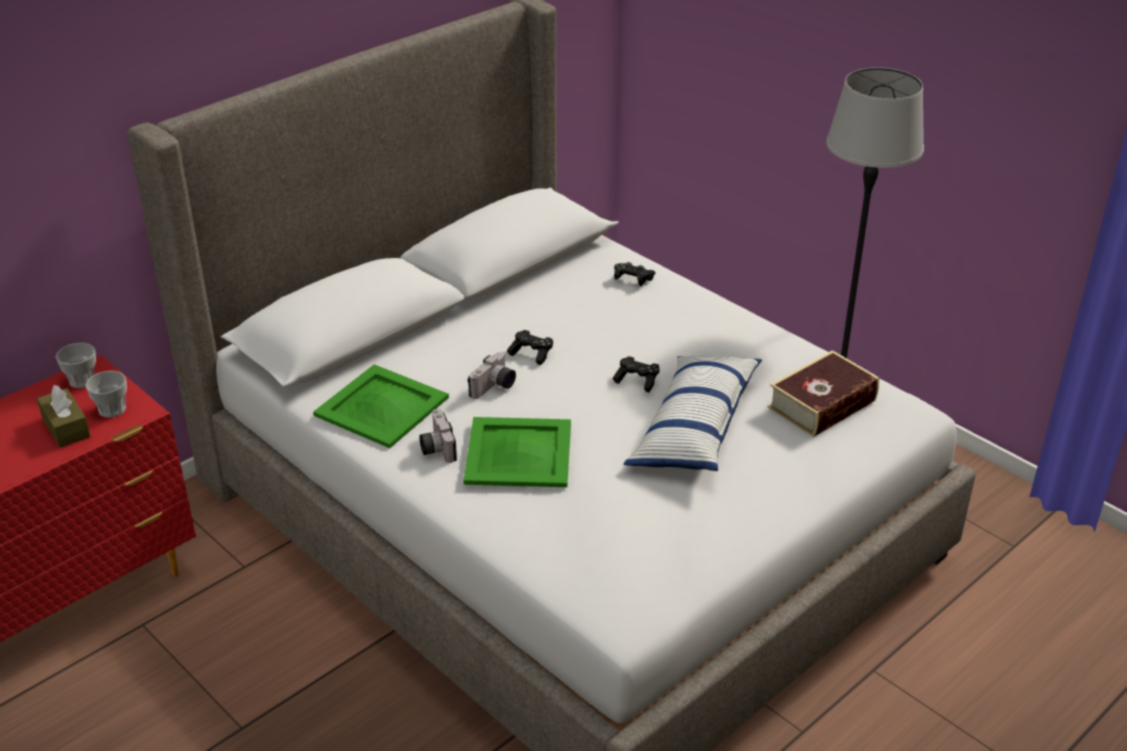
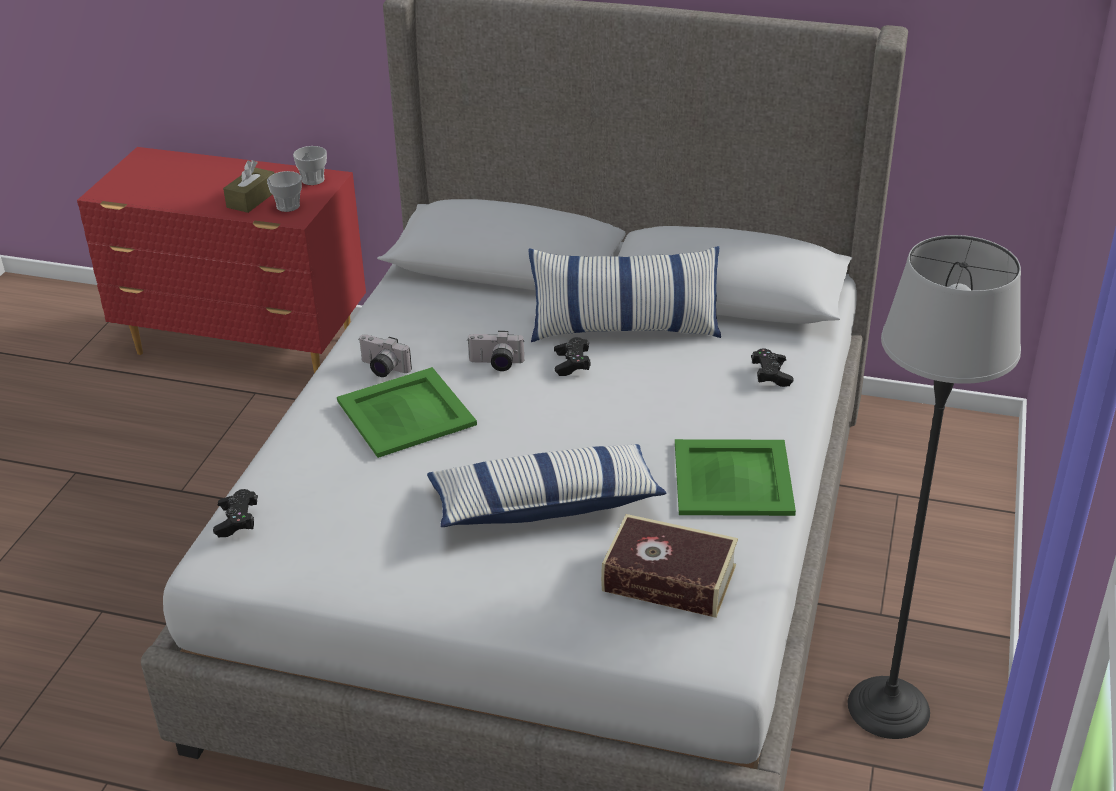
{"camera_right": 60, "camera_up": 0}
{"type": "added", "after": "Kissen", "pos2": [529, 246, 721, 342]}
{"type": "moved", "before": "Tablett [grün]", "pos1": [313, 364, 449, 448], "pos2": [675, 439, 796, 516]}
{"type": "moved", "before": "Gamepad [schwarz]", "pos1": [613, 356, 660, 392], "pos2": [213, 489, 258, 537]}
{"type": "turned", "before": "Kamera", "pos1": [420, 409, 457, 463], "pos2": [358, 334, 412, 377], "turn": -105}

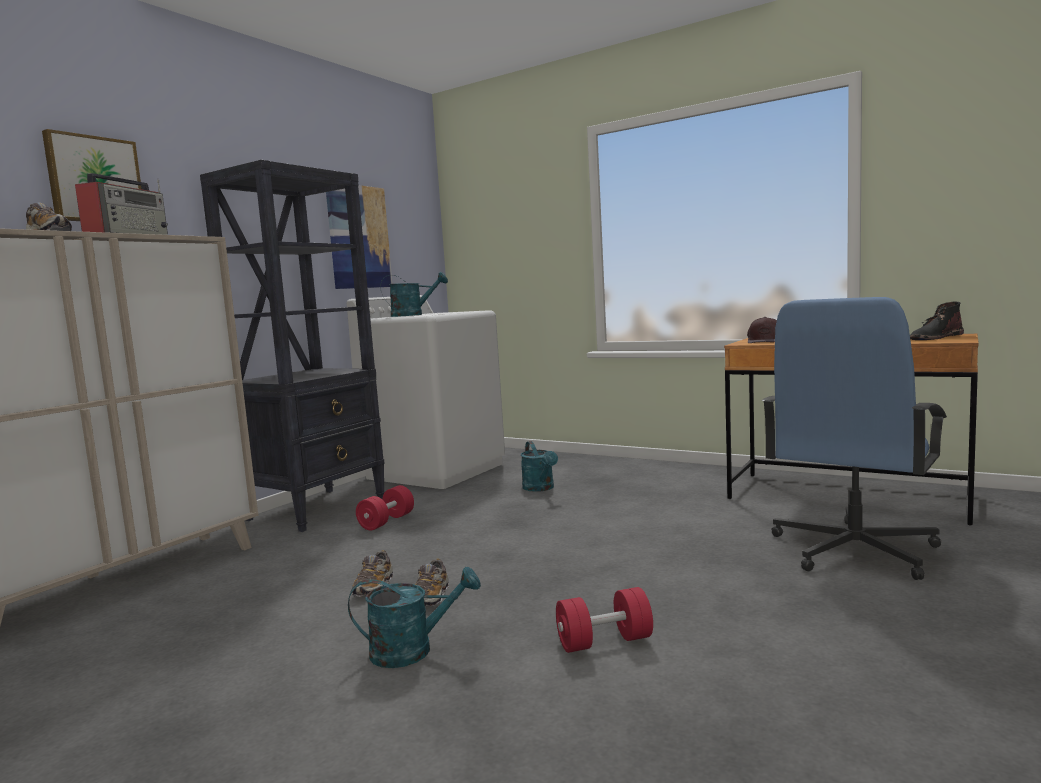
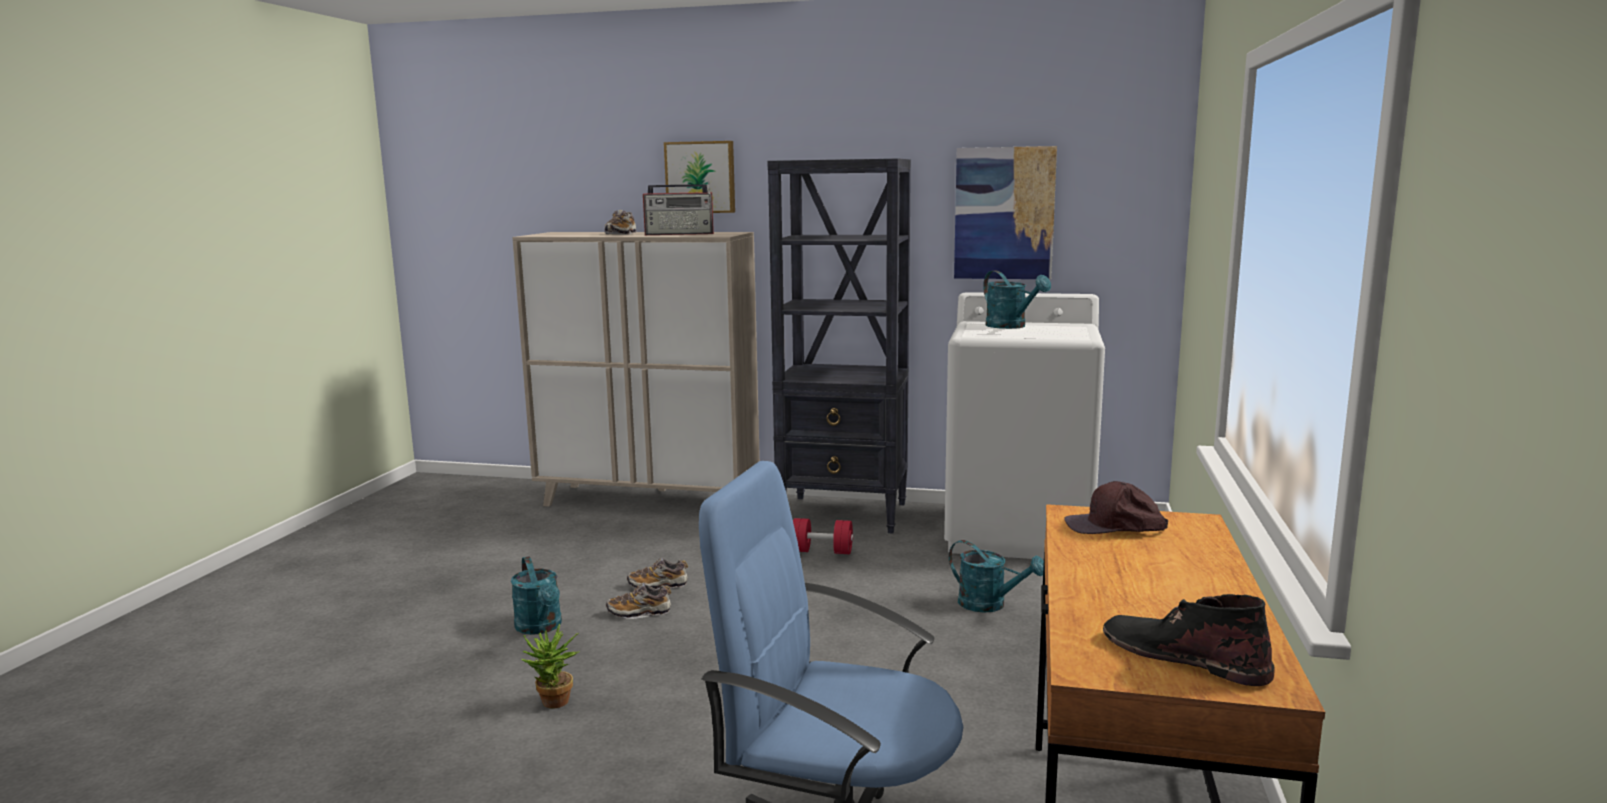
{"camera_right": 70, "camera_up": 5}
{"type": "replaced", "before": "Hantel [rot]", "after": "Topfpflanze", "pos1": [556, 587, 653, 653], "pos2": [521, 624, 579, 709]}
{"type": "turned", "before": "Gießkanne [türkis]", "pos1": [521, 441, 558, 492], "pos2": [949, 540, 1044, 613], "turn": -105}

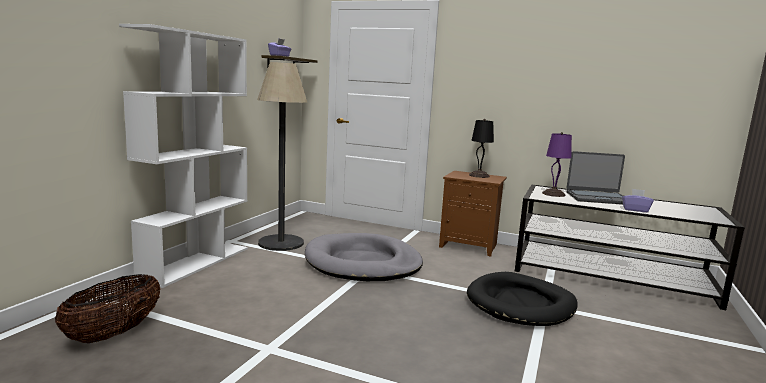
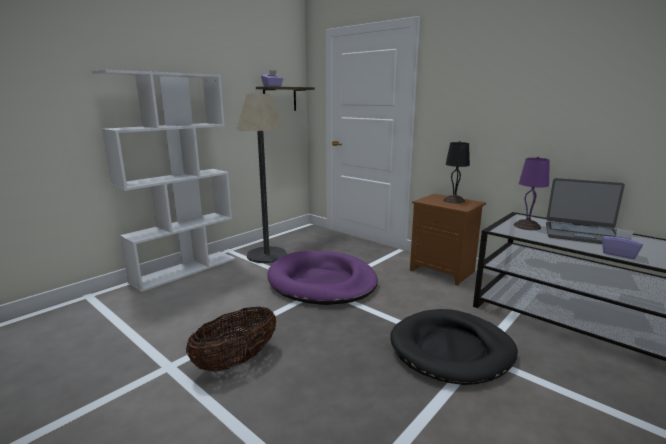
{"camera_right": 20, "camera_up": 5}
{"type": "moved", "before": "Korb", "pos1": [55, 274, 160, 343], "pos2": [186, 306, 276, 372]}
{"type": "recoloured", "before": "Hundebett [grau]", "after": "Hundebett [lila]", "pos1": [305, 233, 423, 281], "pos2": [267, 251, 378, 305]}

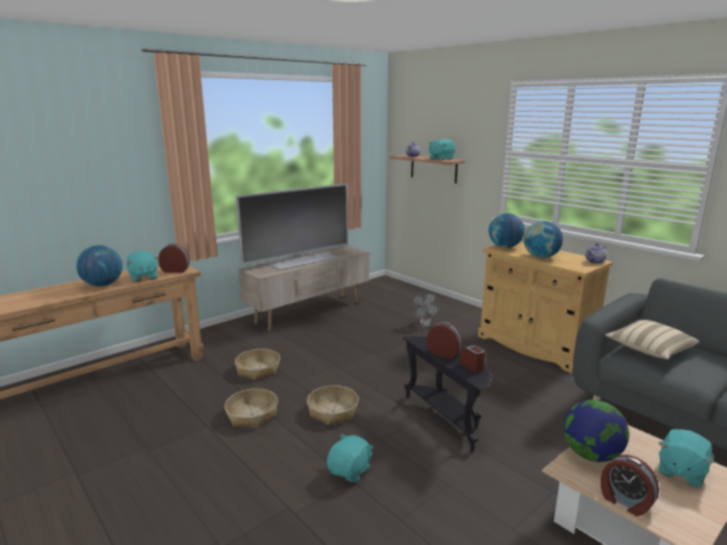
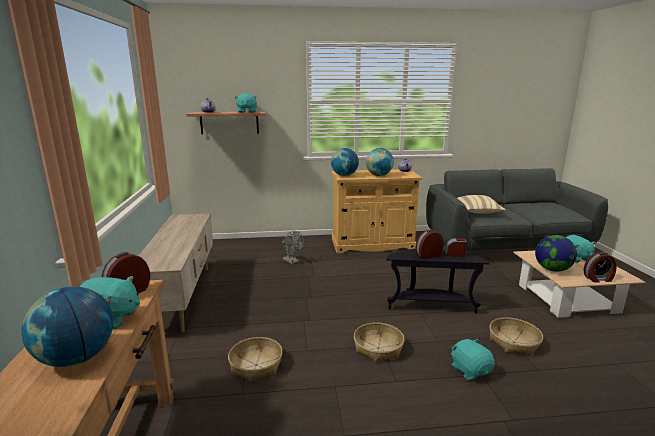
{"camera_right": -55, "camera_up": 0}
{"type": "removed", "before": "Fernseher", "pos1": [236, 183, 348, 270]}
{"type": "moved", "before": "Korb", "pos1": [224, 388, 278, 428], "pos2": [489, 317, 543, 356]}

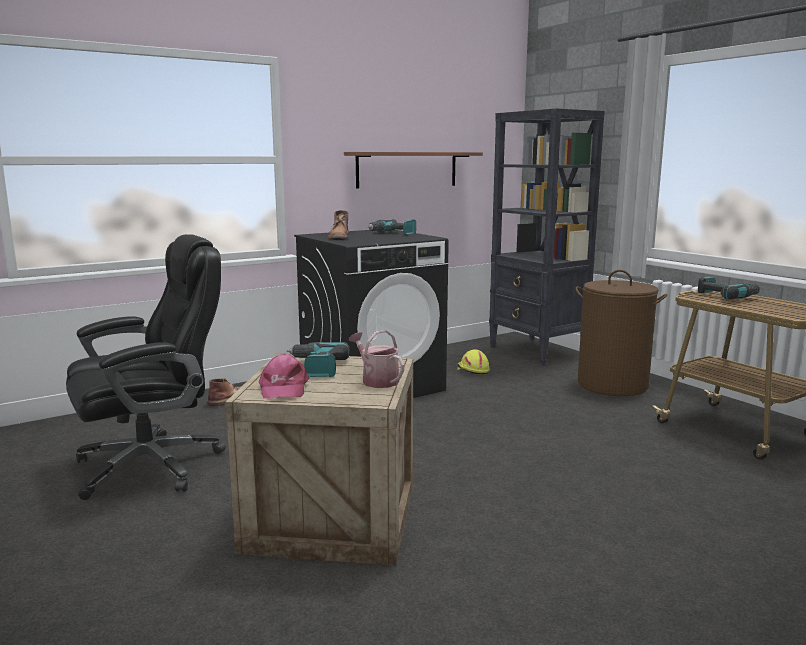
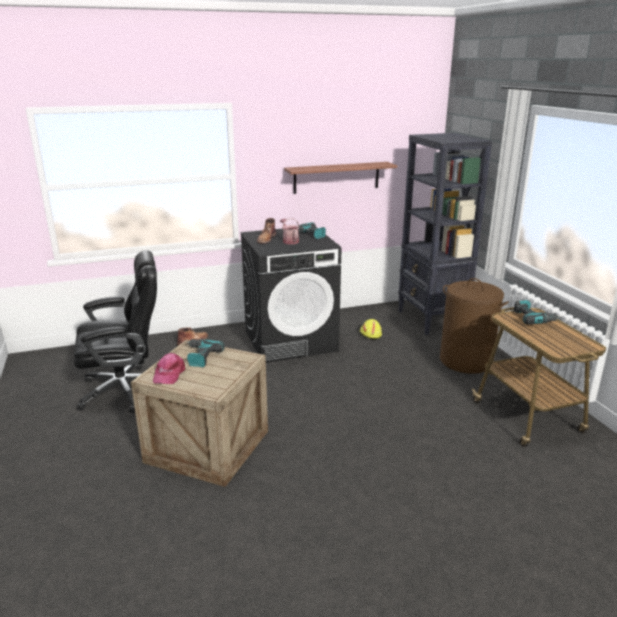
{"camera_right": 15, "camera_up": 10}
{"type": "moved", "before": "Gießkanne", "pos1": [349, 330, 404, 388], "pos2": [280, 218, 299, 245]}

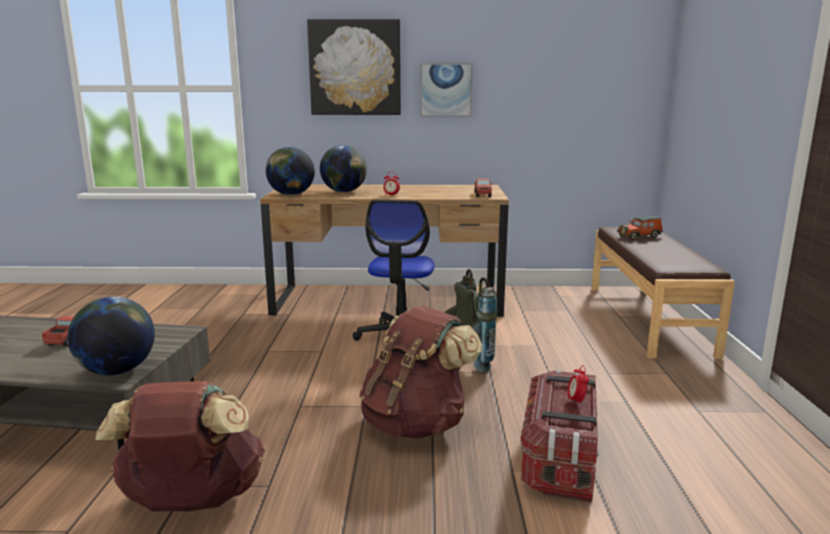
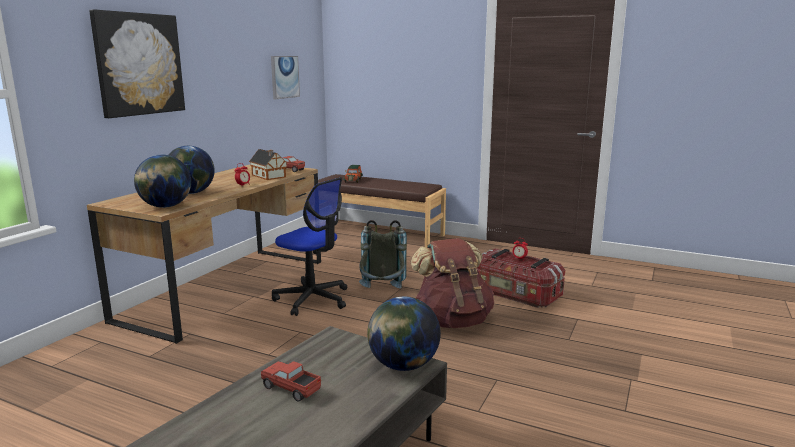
{"camera_right": -65, "camera_up": 0}
{"type": "removed", "before": "Rucksack [braun]", "pos1": [95, 381, 265, 511]}
{"type": "added", "after": "Spielzeughaus", "pos2": [249, 149, 288, 180]}
{"type": "moved", "before": "Bild", "pos1": [420, 63, 473, 117], "pos2": [271, 56, 300, 99]}

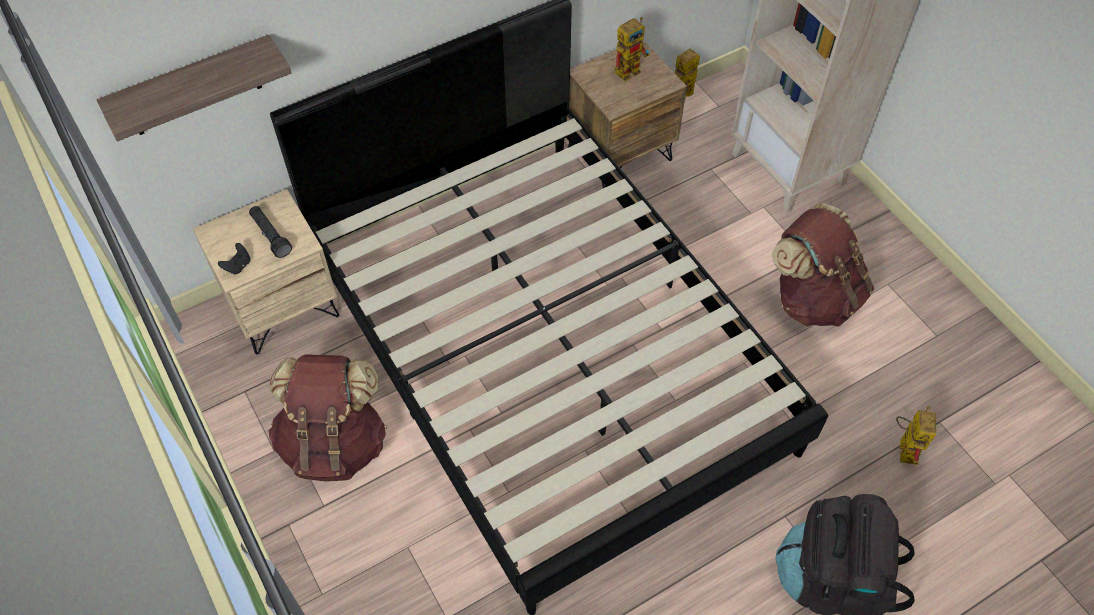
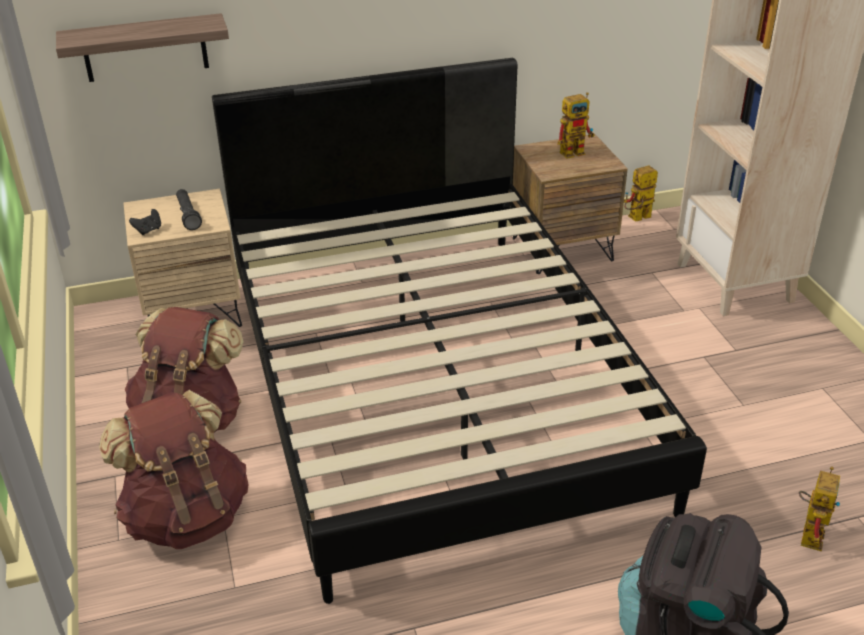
{"camera_right": 15, "camera_up": -20}
{"type": "moved", "before": "Rucksack [braun]", "pos1": [772, 203, 874, 327], "pos2": [99, 390, 248, 549]}

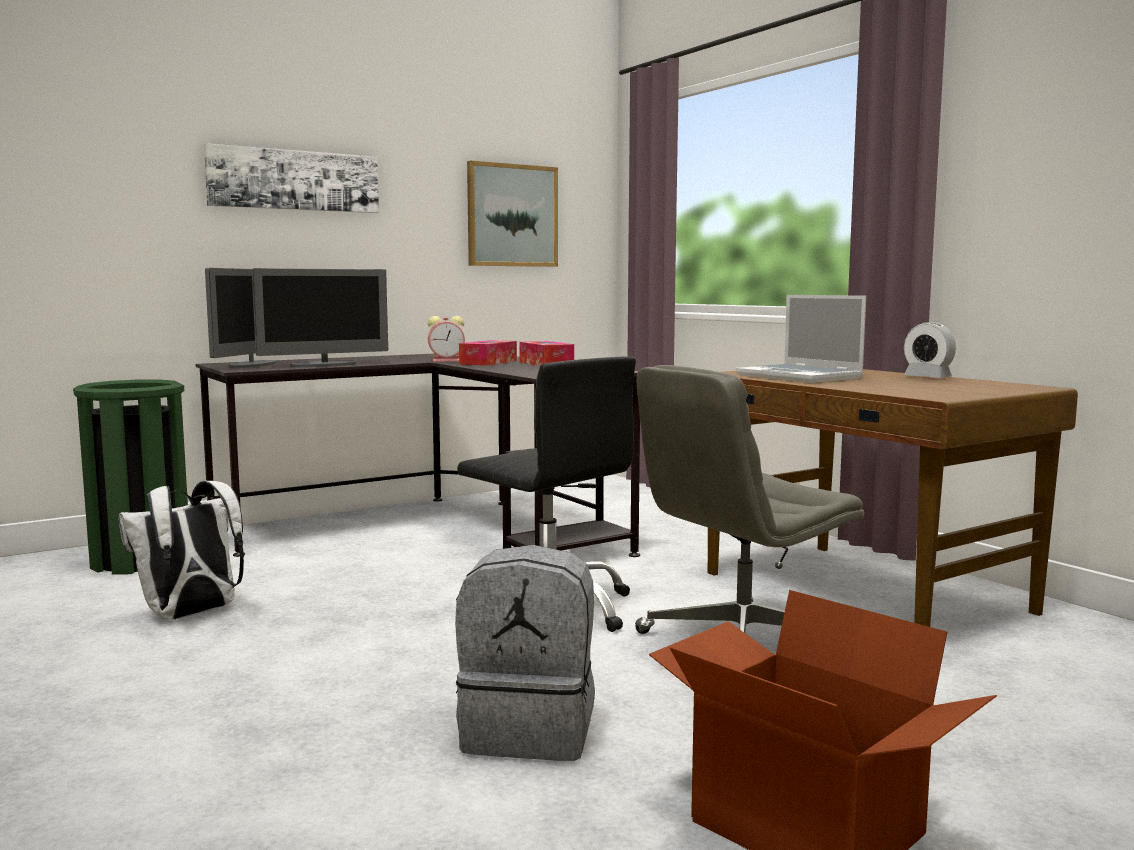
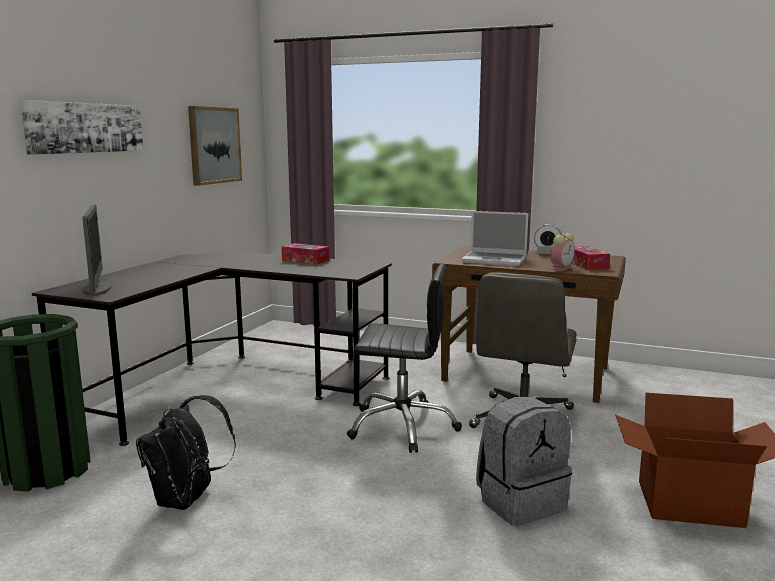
{"camera_right": -35, "camera_up": 5}
{"type": "removed", "before": "Monitor", "pos1": [252, 268, 388, 367]}
{"type": "moved", "before": "Wecker", "pos1": [428, 316, 465, 362], "pos2": [550, 233, 575, 271]}
{"type": "moved", "before": "Taschentuchbox", "pos1": [459, 340, 517, 366], "pos2": [572, 246, 610, 270]}
{"type": "recoloured", "before": "Rucksack [weiß]", "after": "Rucksack [schwarz]", "pos1": [118, 481, 244, 620], "pos2": [136, 395, 236, 510]}

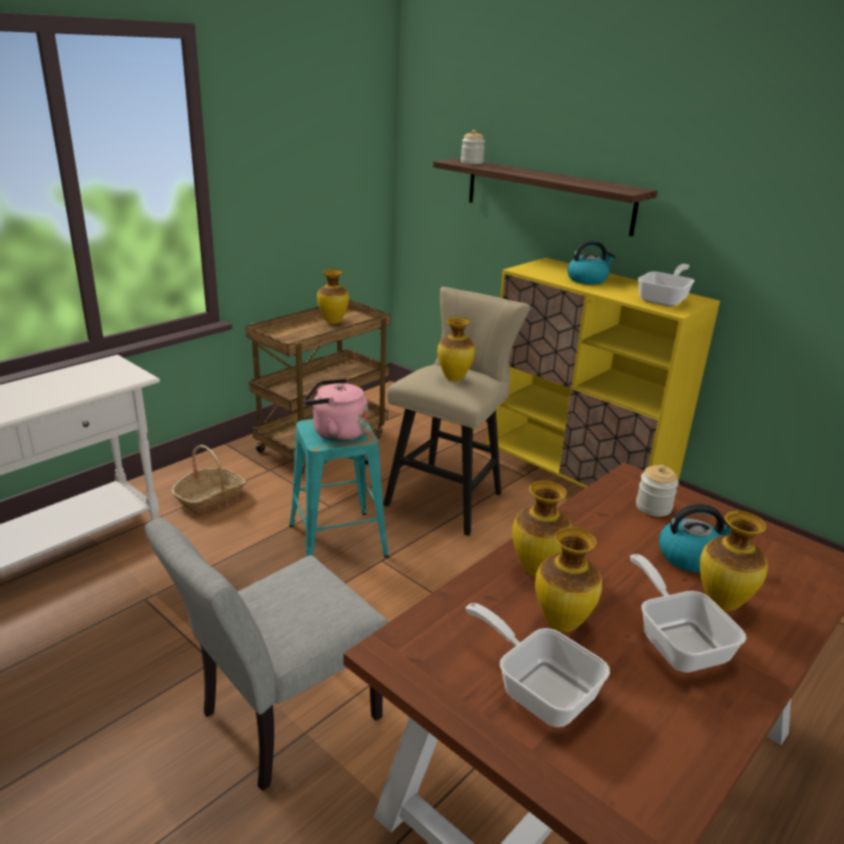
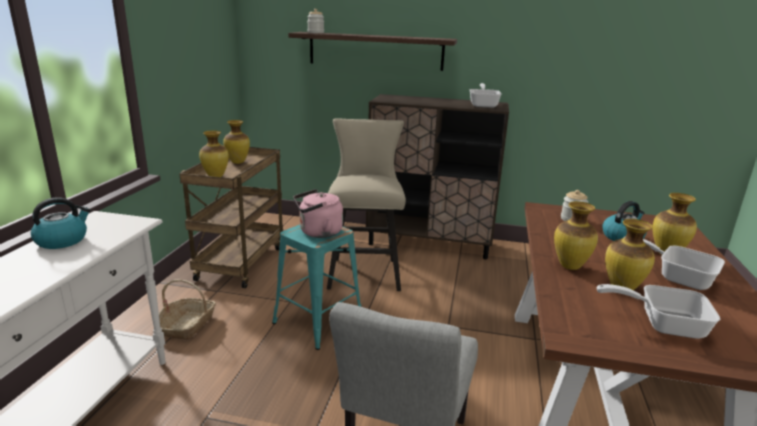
{"camera_right": -30, "camera_up": -5}
{"type": "moved", "before": "Vase", "pos1": [437, 317, 475, 381], "pos2": [199, 130, 229, 177]}
{"type": "moved", "before": "Wasserkessel", "pos1": [567, 240, 615, 285], "pos2": [31, 197, 91, 249]}
{"type": "recoloured", "before": "Schrank [gelb]", "after": "Schrank [braun]", "pos1": [486, 258, 720, 488], "pos2": [366, 94, 509, 259]}

